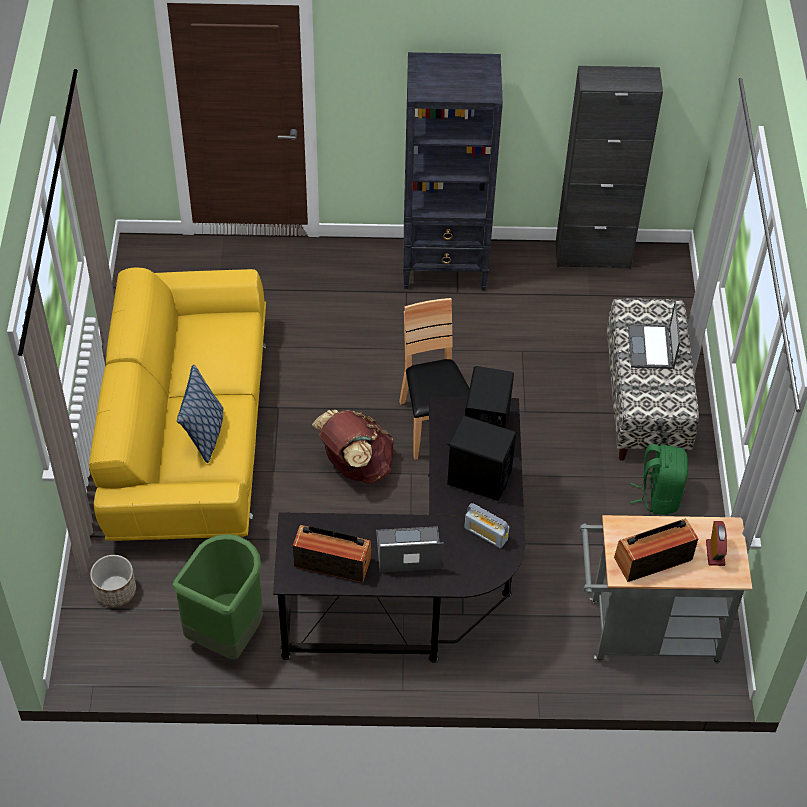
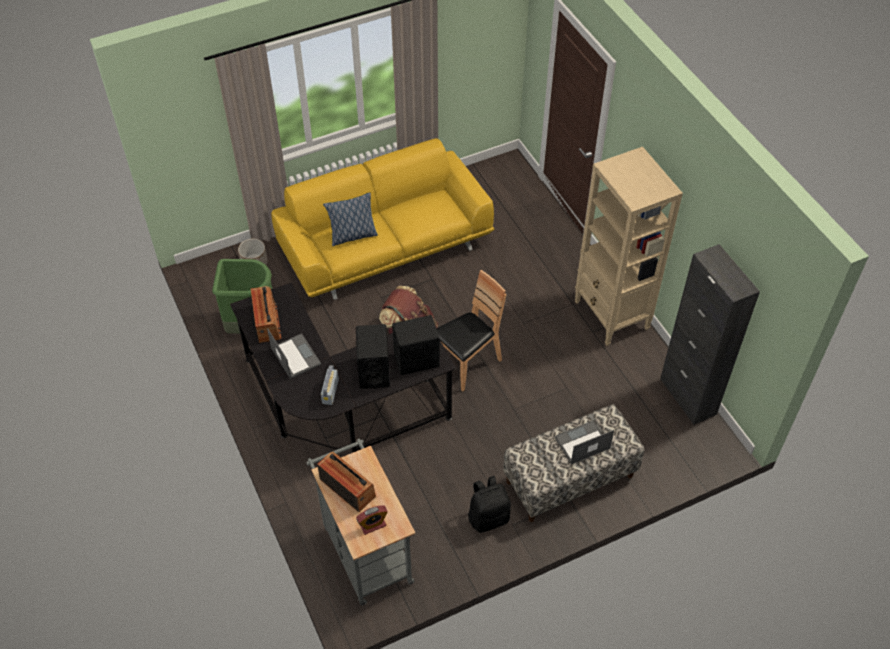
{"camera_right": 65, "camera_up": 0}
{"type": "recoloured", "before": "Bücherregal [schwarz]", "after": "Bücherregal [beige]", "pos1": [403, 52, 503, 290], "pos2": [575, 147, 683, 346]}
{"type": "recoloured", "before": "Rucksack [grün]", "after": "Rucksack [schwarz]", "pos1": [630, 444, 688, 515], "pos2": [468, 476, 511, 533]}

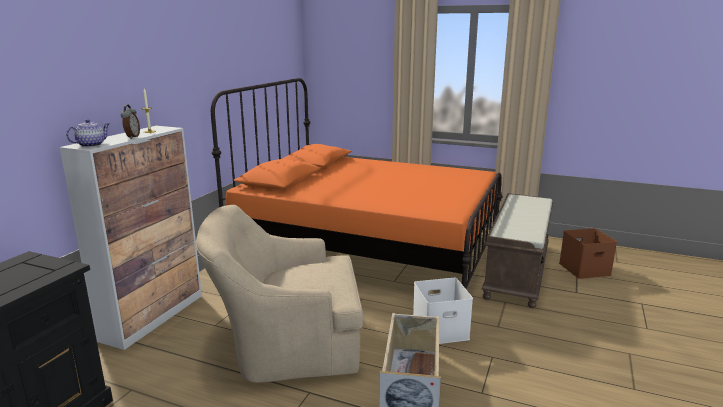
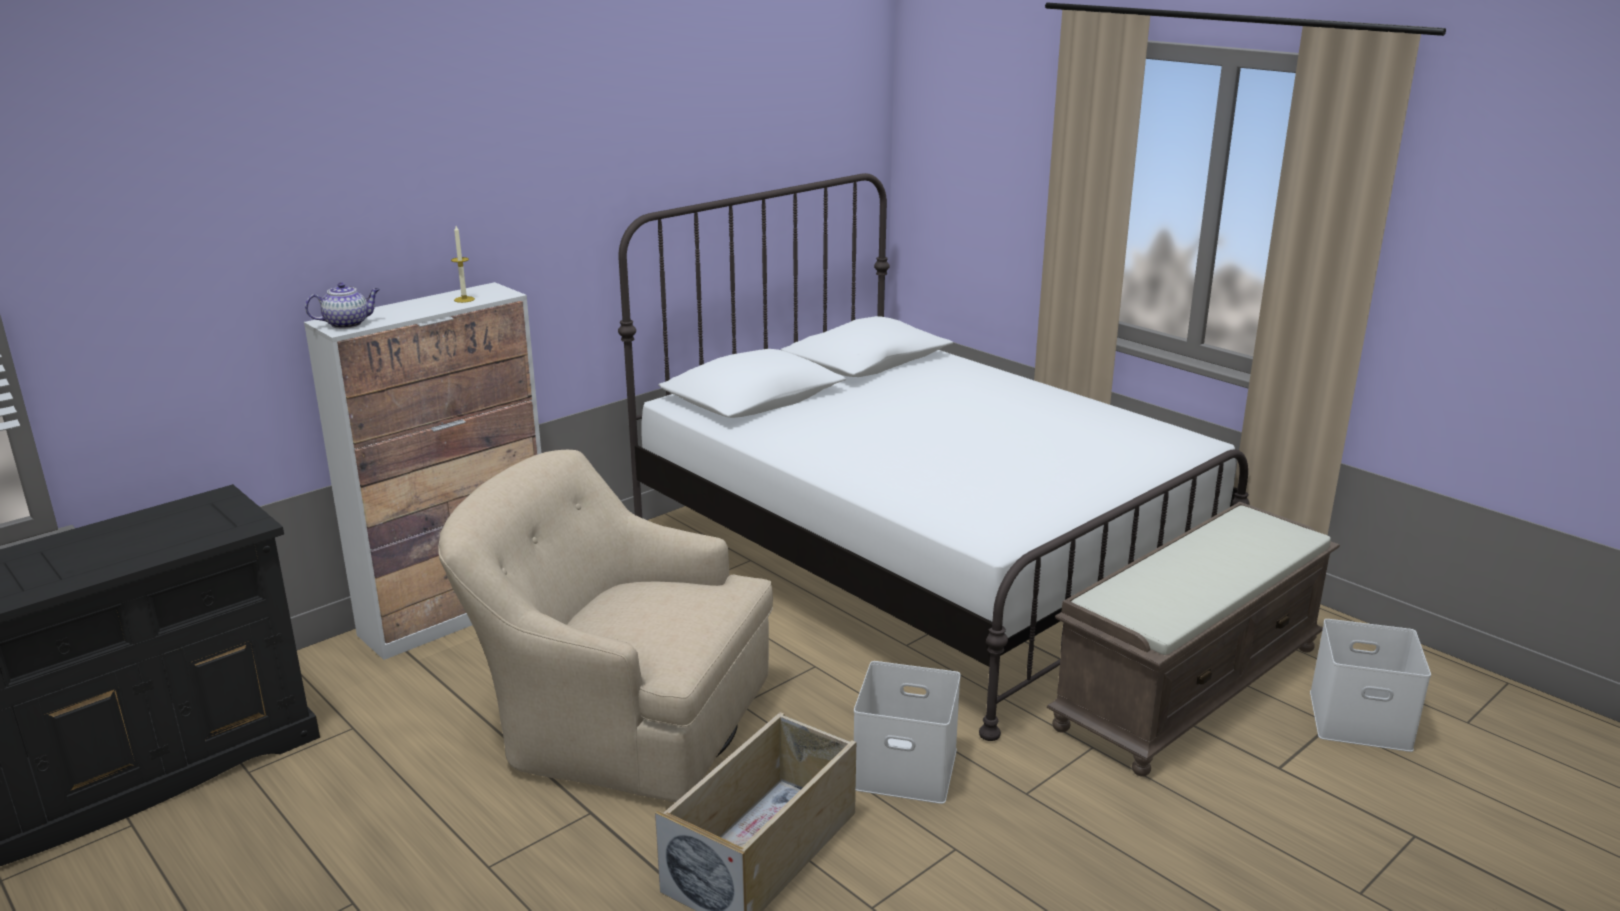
{"camera_right": 25, "camera_up": 5}
{"type": "removed", "before": "Wecker", "pos1": [121, 105, 140, 139]}
{"type": "recoloured", "before": "Bett [orange]", "after": "Bett [weiß]", "pos1": [211, 78, 503, 289], "pos2": [618, 173, 1250, 741]}
{"type": "recoloured", "before": "Aufbewahrungsbox [braun]", "after": "Aufbewahrungsbox [weiß]", "pos1": [559, 228, 617, 279], "pos2": [1310, 619, 1431, 752]}

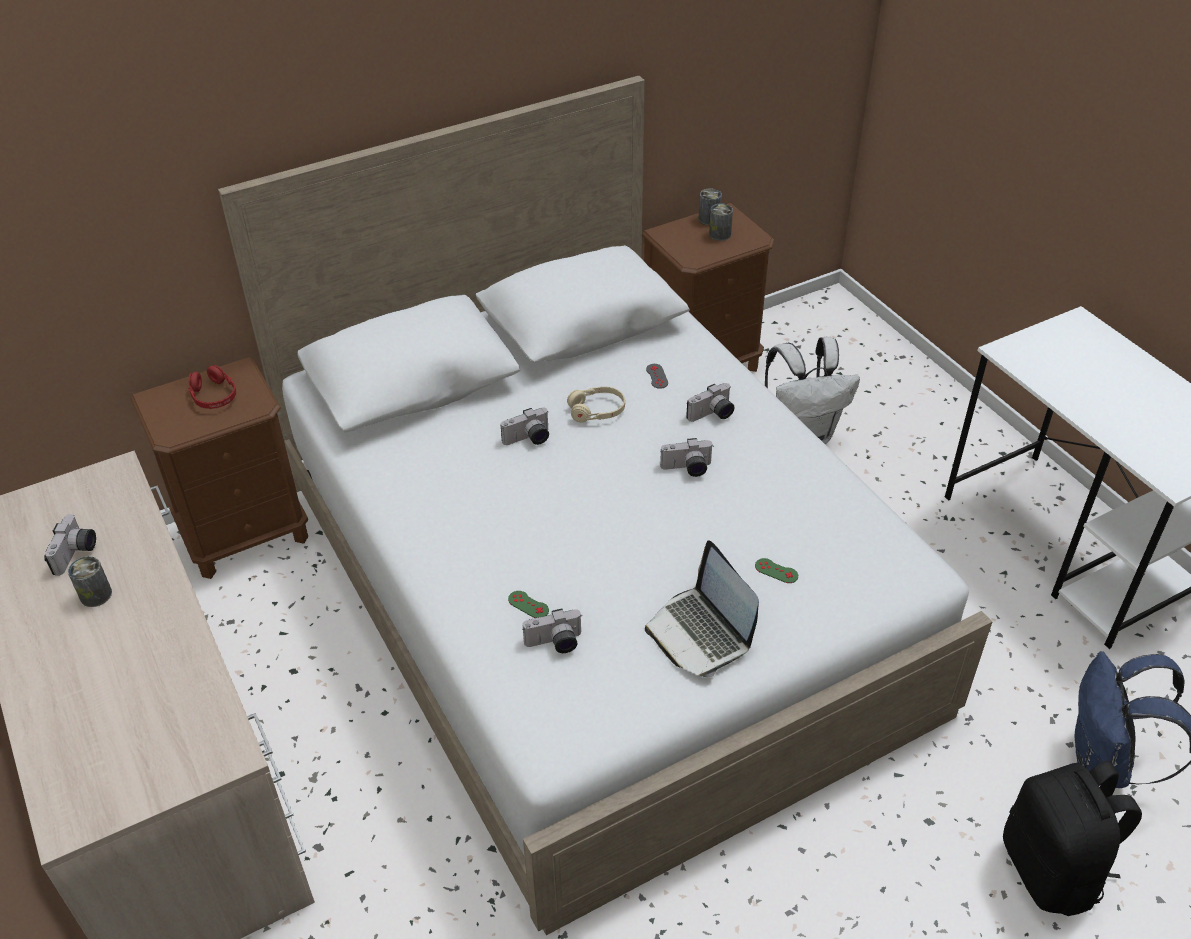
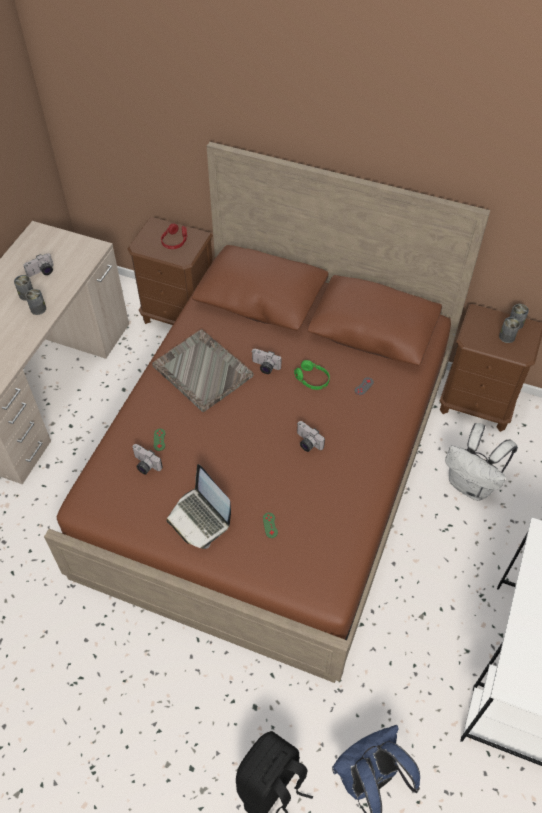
{"camera_right": 50, "camera_up": 10}
{"type": "removed", "before": "Kamera", "pos1": [686, 383, 735, 422]}
{"type": "added", "after": "Dose", "pos2": [26, 289, 46, 315]}
{"type": "added", "after": "Tablett [grau]", "pos2": [152, 330, 253, 412]}
{"type": "recoloured", "before": "Bett [weiß]", "after": "Bett [braun]", "pos1": [218, 76, 992, 935], "pos2": [44, 142, 490, 683]}
{"type": "recoloured", "before": "Kopfhörer [beige]", "after": "Kopfhörer [grün]", "pos1": [567, 386, 625, 423], "pos2": [294, 360, 330, 390]}
{"type": "turned", "before": "Laptop", "pos1": [645, 540, 759, 677], "pos2": [167, 464, 231, 549], "turn": -60}

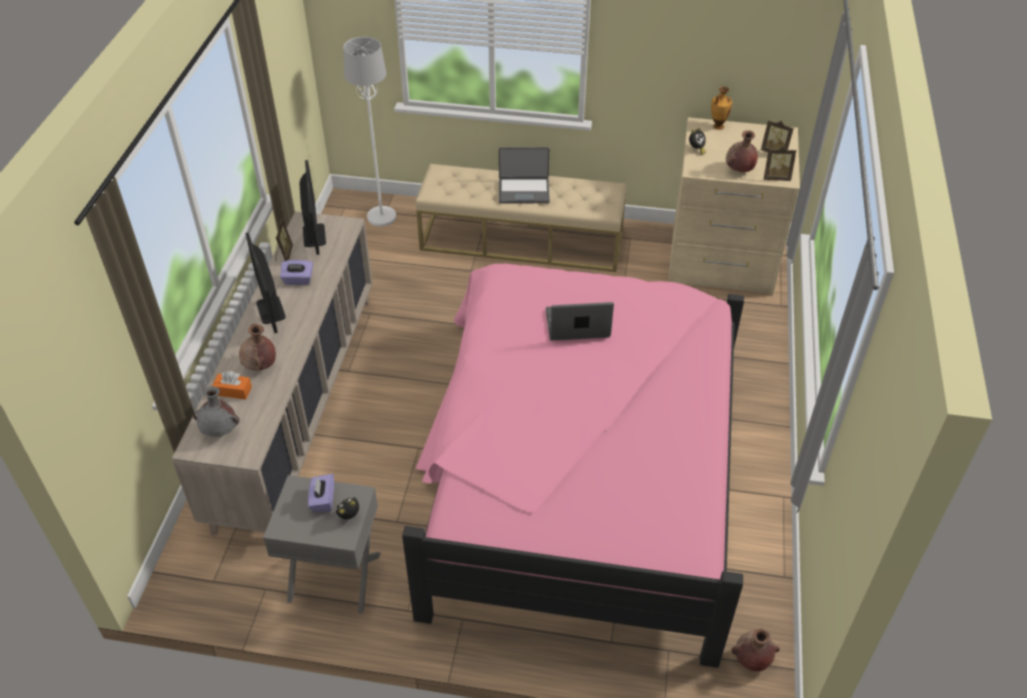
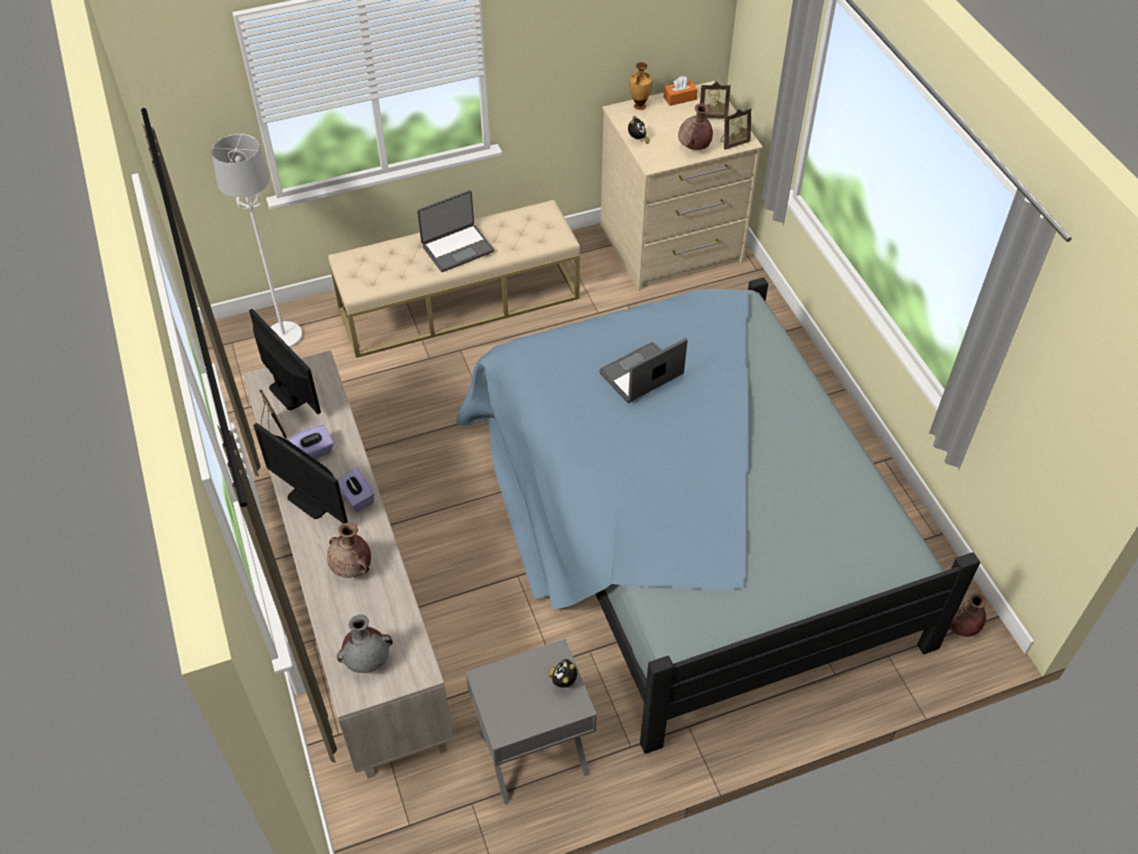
{"camera_right": -30, "camera_up": 5}
{"type": "moved", "before": "Taschentuchbox [orange]", "pos1": [212, 371, 252, 400], "pos2": [664, 76, 698, 106]}
{"type": "moved", "before": "Taschentuchbox [lila]", "pos1": [308, 474, 334, 512], "pos2": [337, 468, 374, 511]}
{"type": "recoloured", "before": "Bett [rosa]", "after": "Bett [blau]", "pos1": [402, 263, 744, 668], "pos2": [456, 277, 980, 754]}

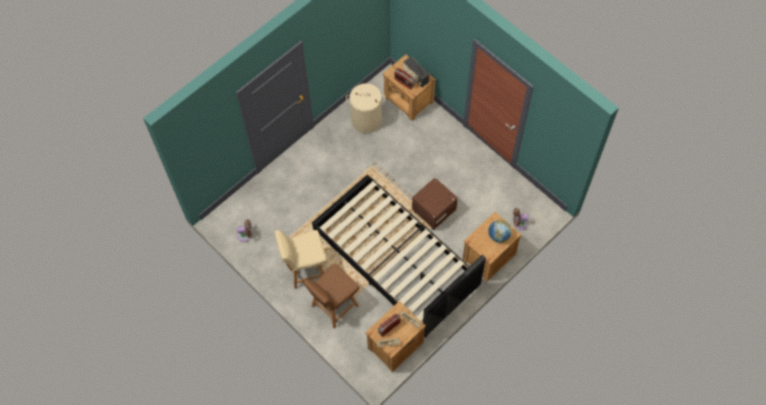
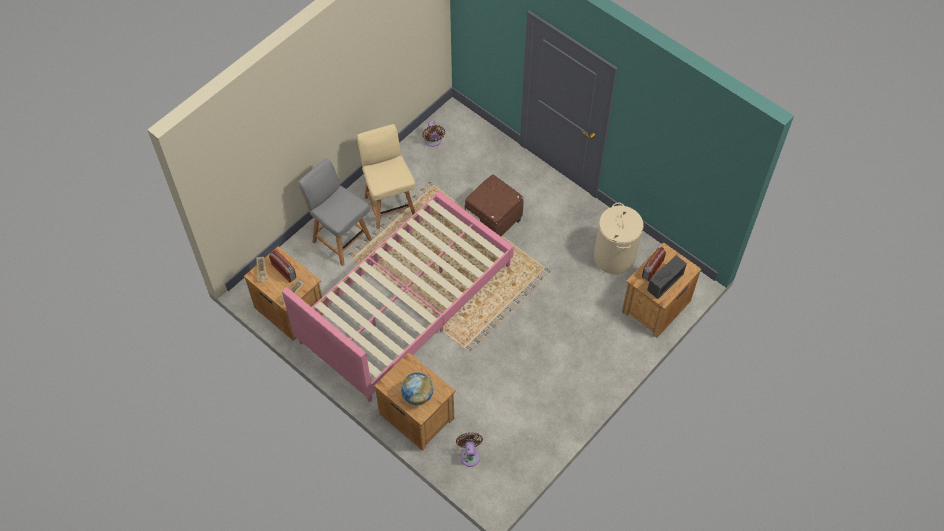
{"camera_right": 85, "camera_up": -5}
{"type": "moved", "before": "Polsterhocker [braun]", "pos1": [412, 178, 458, 230], "pos2": [465, 175, 524, 236]}
{"type": "recoloured", "before": "Stuhl [braun]", "after": "Stuhl [grau]", "pos1": [303, 264, 359, 329], "pos2": [298, 158, 372, 266]}
{"type": "recoloured", "before": "Bett [schwarz]", "after": "Bett [rosa]", "pos1": [312, 175, 486, 338], "pos2": [282, 191, 514, 402]}

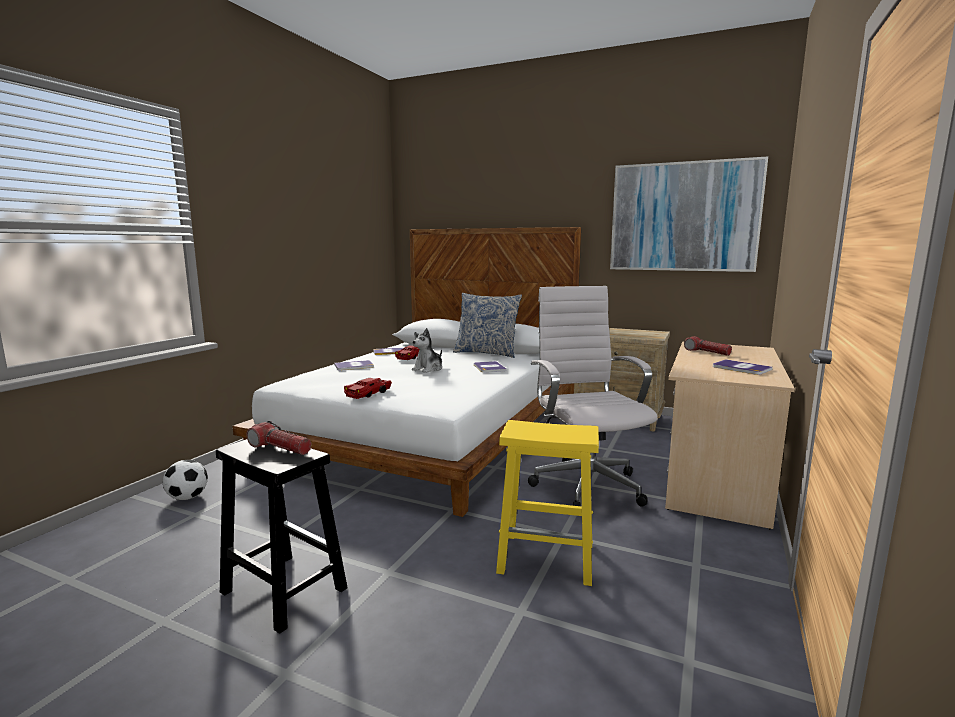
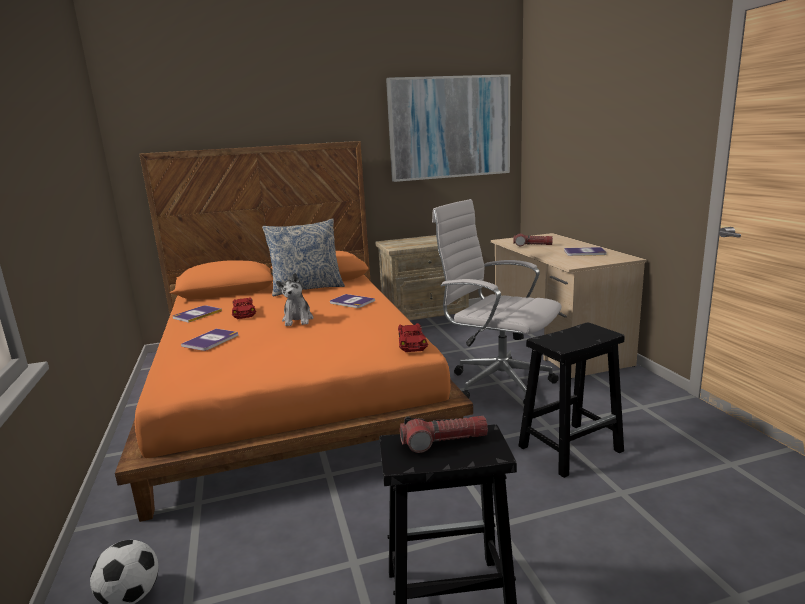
{"camera_right": -40, "camera_up": 5}
{"type": "moved", "before": "Spielzeugauto [rot]", "pos1": [344, 378, 392, 399], "pos2": [398, 323, 428, 352]}
{"type": "recoloured", "before": "Bett [weiß]", "after": "Bett [orange]", "pos1": [233, 227, 581, 517], "pos2": [115, 141, 473, 522]}
{"type": "recoloured", "before": "Hocker [gelb]", "after": "Hocker [schwarz]", "pos1": [496, 420, 599, 586], "pos2": [518, 322, 624, 478]}

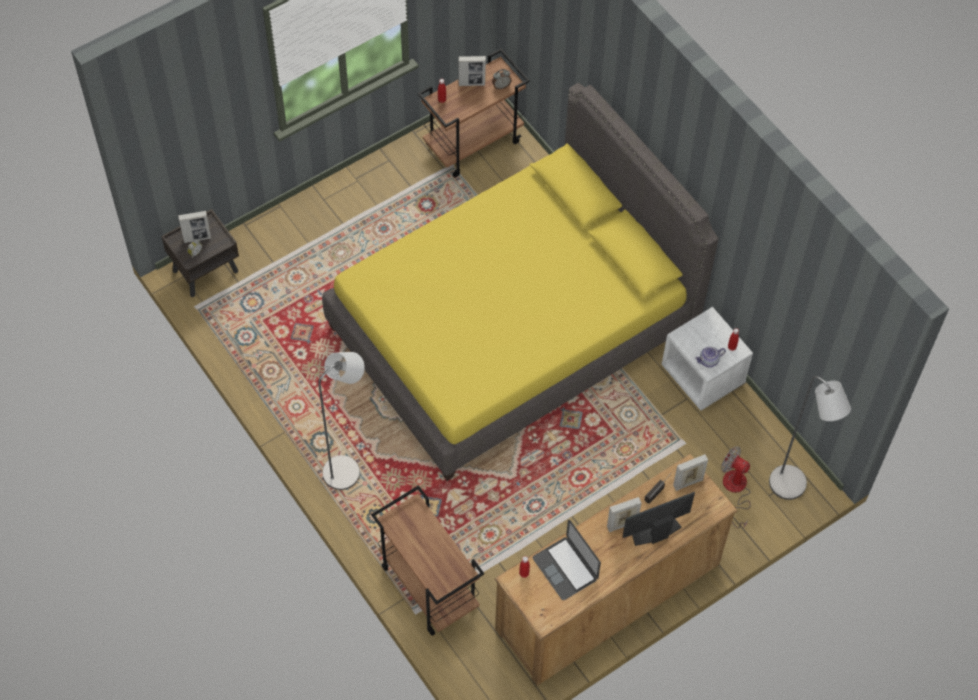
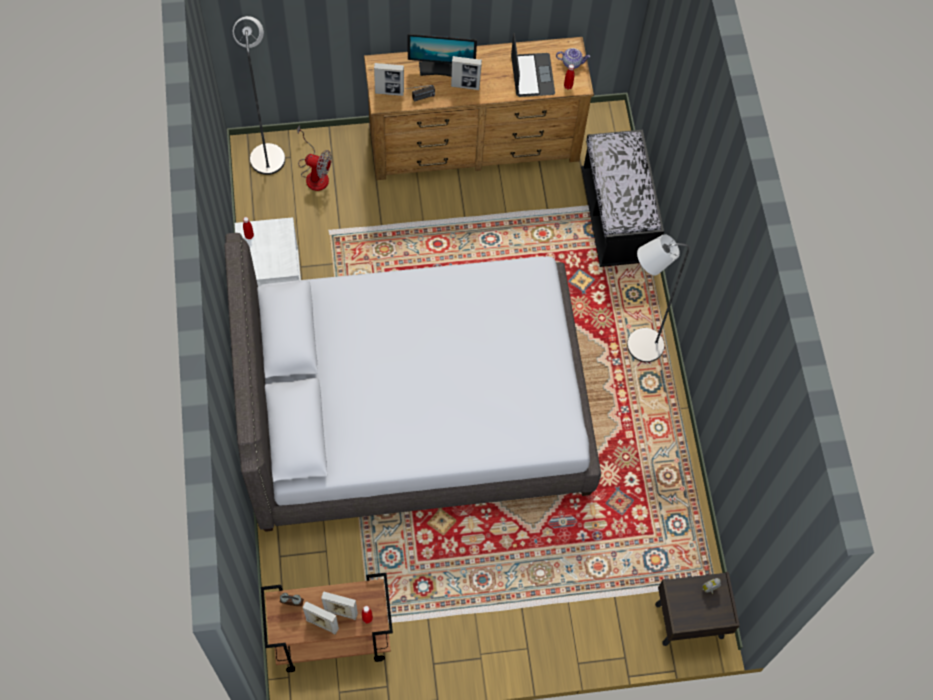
{"camera_right": -155, "camera_up": 5}
{"type": "moved", "before": "Bilderrahmen", "pos1": [178, 211, 211, 243], "pos2": [321, 592, 358, 620]}
{"type": "moved", "before": "Teekanne", "pos1": [695, 347, 726, 367], "pos2": [556, 48, 590, 69]}
{"type": "replaced", "before": "Rollwagen [braun]", "after": "Bank [schwarz]", "pos1": [371, 485, 484, 636], "pos2": [581, 130, 664, 267]}
{"type": "recoloured", "before": "Bett [gelb]", "after": "Bett [grau]", "pos1": [322, 83, 719, 481], "pos2": [224, 233, 601, 532]}
{"type": "turned", "before": "Ventilator", "pos1": [721, 446, 751, 528], "pos2": [297, 125, 332, 191], "turn": -45}

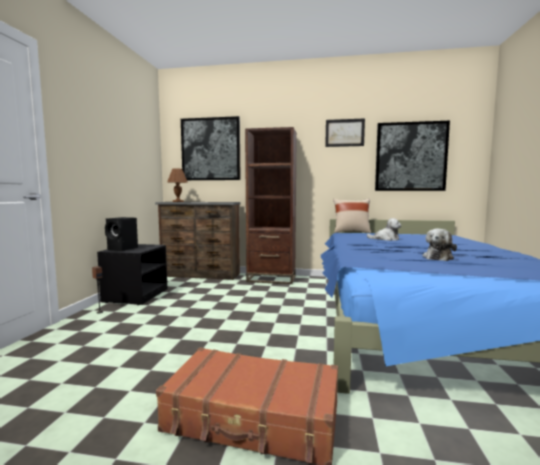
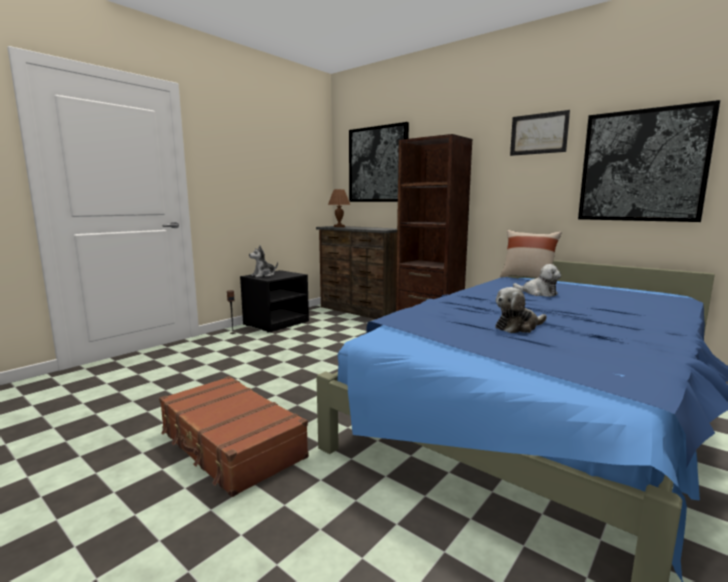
{"camera_right": 30, "camera_up": 5}
{"type": "replaced", "before": "Lautsprecher [schwarz]", "after": "Plüschtier", "pos1": [105, 217, 138, 251], "pos2": [249, 245, 278, 277]}

